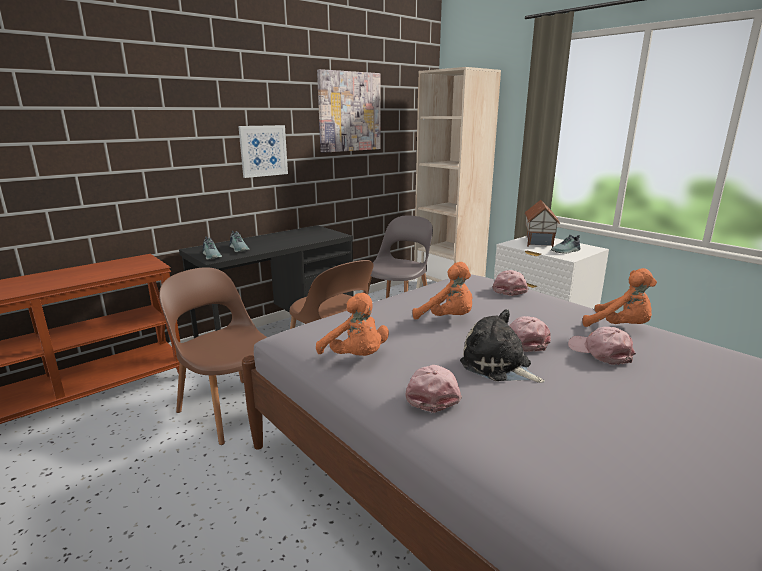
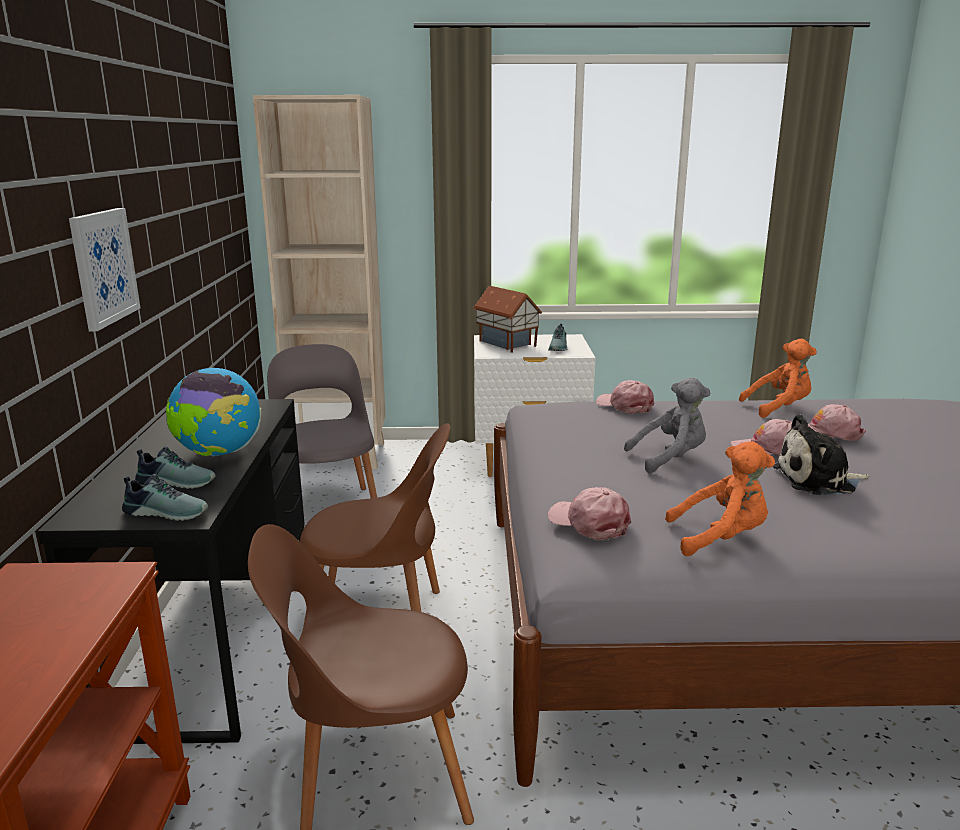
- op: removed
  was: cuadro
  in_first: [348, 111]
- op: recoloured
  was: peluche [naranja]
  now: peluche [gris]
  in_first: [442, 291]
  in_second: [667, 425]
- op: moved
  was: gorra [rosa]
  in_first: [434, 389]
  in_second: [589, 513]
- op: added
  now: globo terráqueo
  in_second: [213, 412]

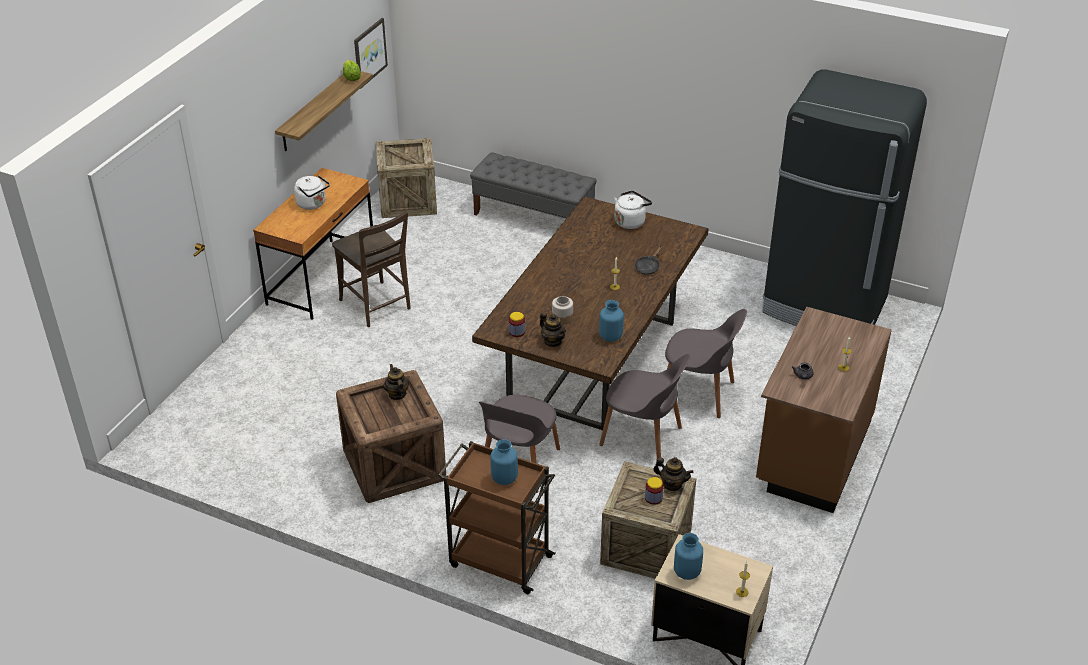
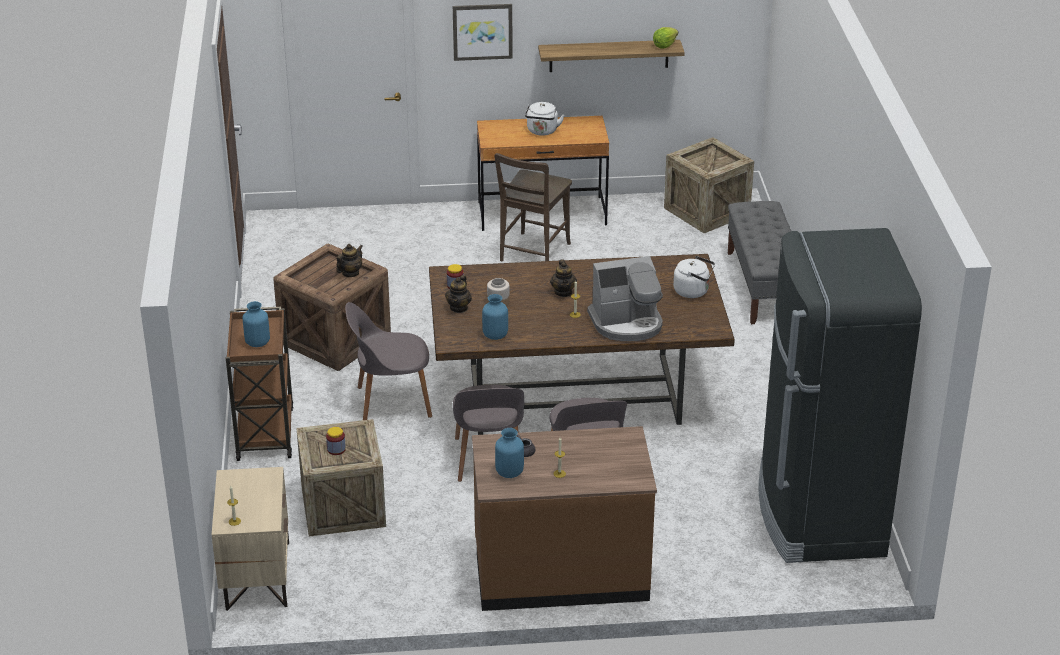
- op: moved
  was: cuadro
  in_first: [371, 53]
  in_second: [483, 32]
- op: replaced
  was: sartén [negro]
  now: cafetera
  in_first: [648, 260]
  in_second: [625, 298]
- op: moved
  was: tetera
  in_first: [673, 474]
  in_second: [563, 278]
- op: moved
  was: florero [azul]
  in_first: [688, 556]
  in_second: [509, 453]

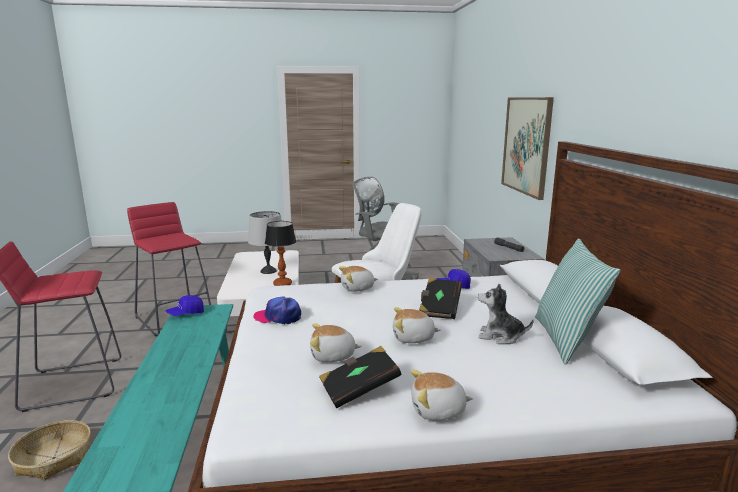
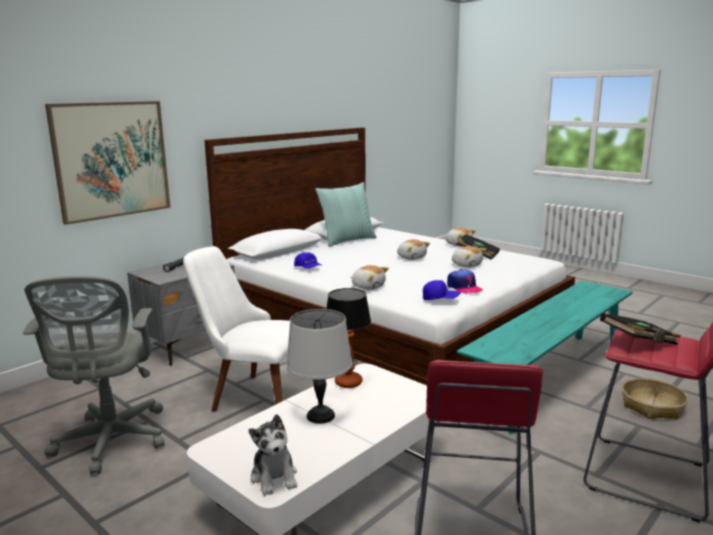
- op: moved
  was: libro [negro]
  in_first: [440, 298]
  in_second: [640, 329]
- op: moved
  was: peluche
  in_first: [506, 314]
  in_second: [273, 455]
- op: moved
  was: gorra [azul]
  in_first: [184, 305]
  in_second: [442, 290]

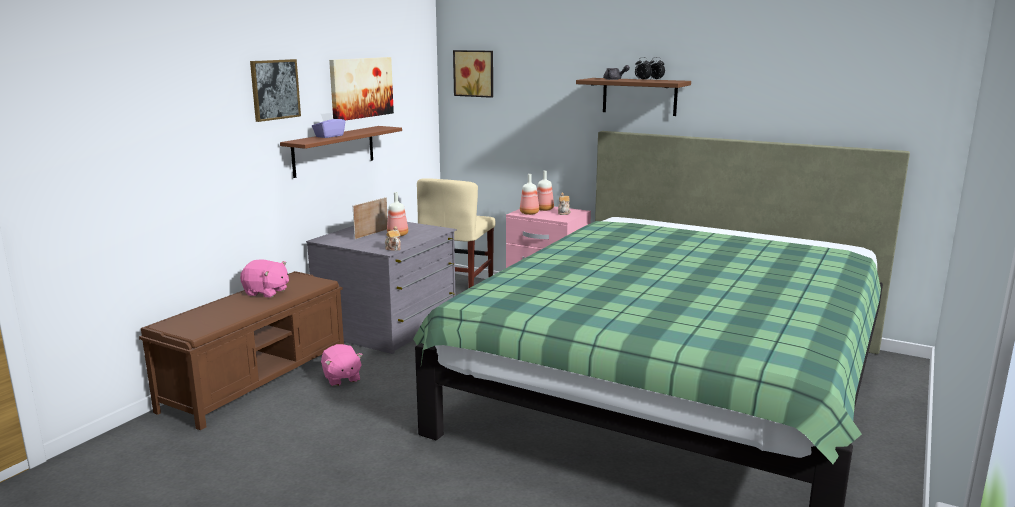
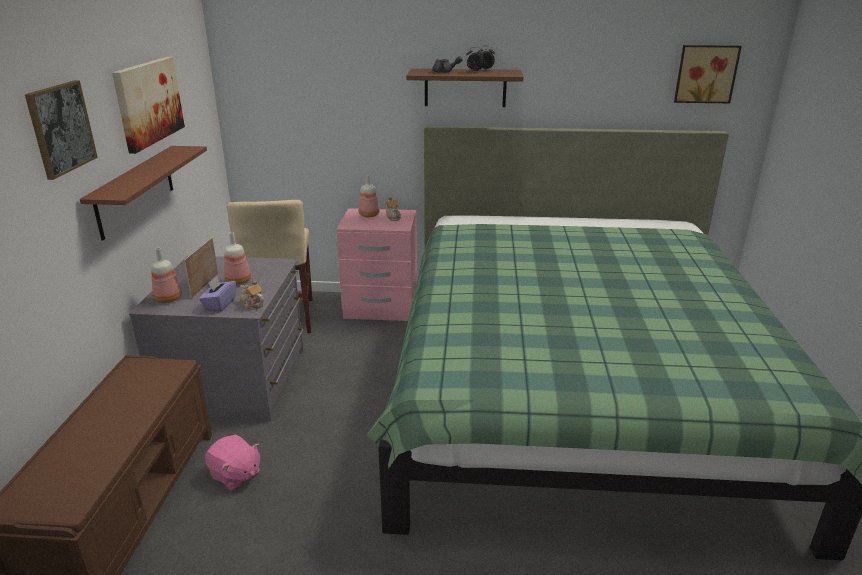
- op: moved
  was: cuadro
  in_first: [473, 74]
  in_second: [708, 74]
- op: moved
  was: caja de pañuelos [morado]
  in_first: [328, 125]
  in_second: [217, 294]
- op: moved
  was: botella
  in_first: [529, 194]
  in_second: [166, 275]
- op: removed
  was: peluche [rosa]
  in_first: [264, 278]

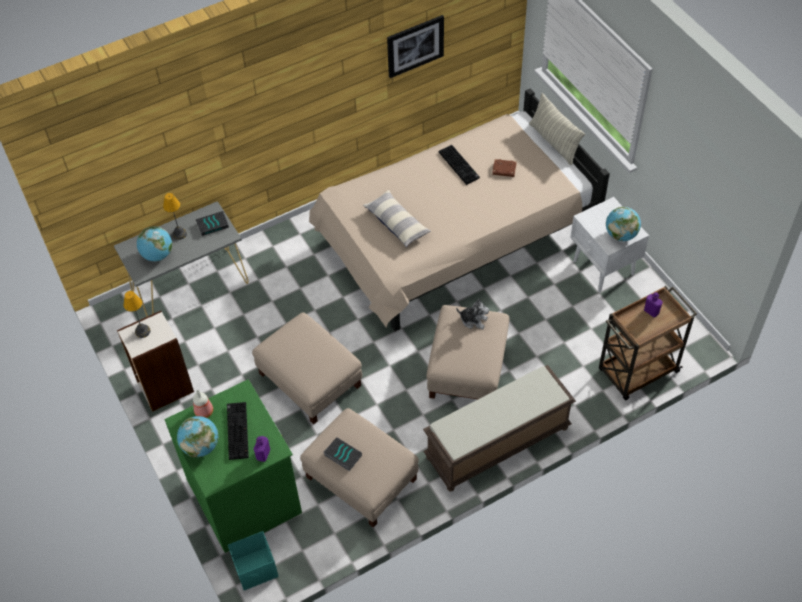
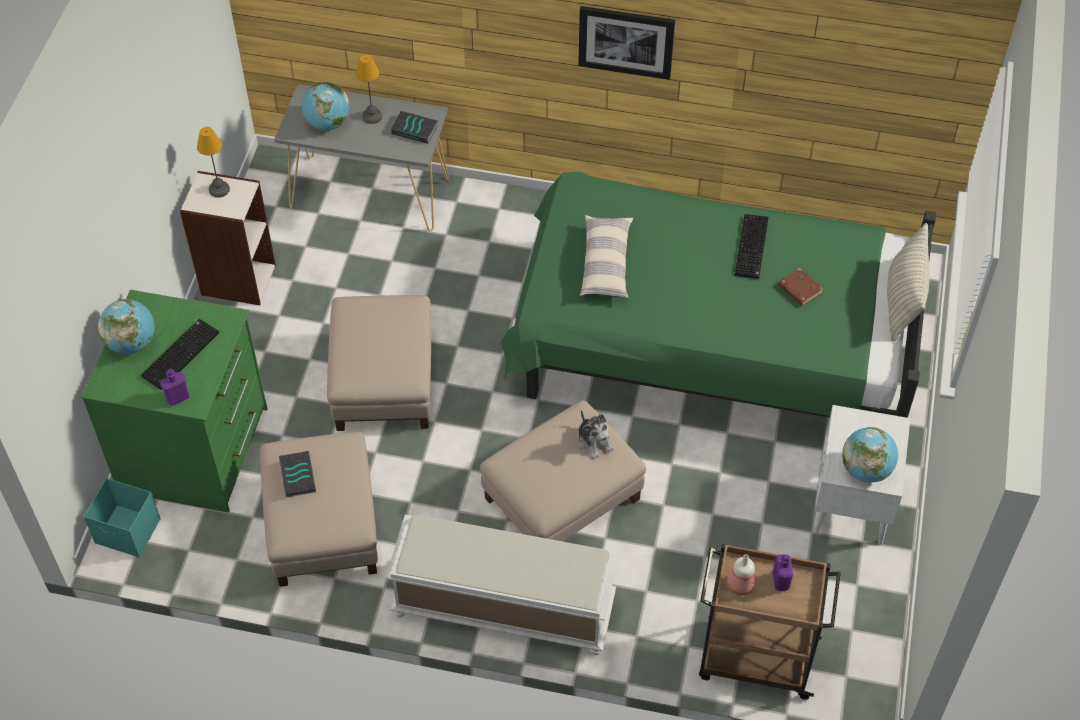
- op: moved
  was: cuadro
  in_first: [415, 46]
  in_second: [626, 43]
- op: recoloured
  was: cama [beis]
  now: cama [verde]
  in_first: [459, 209]
  in_second: [718, 295]
- op: recoloured
  was: banco [marrón]
  now: banco [blanco]
  in_first: [499, 428]
  in_second: [502, 585]
- op: moved
  was: botella
  in_first: [203, 404]
  in_second: [741, 575]

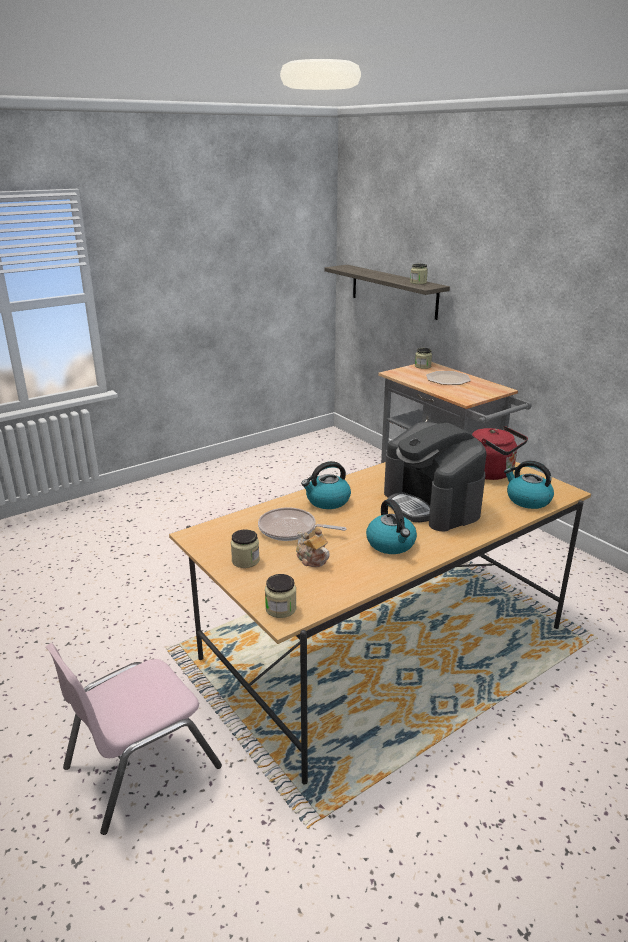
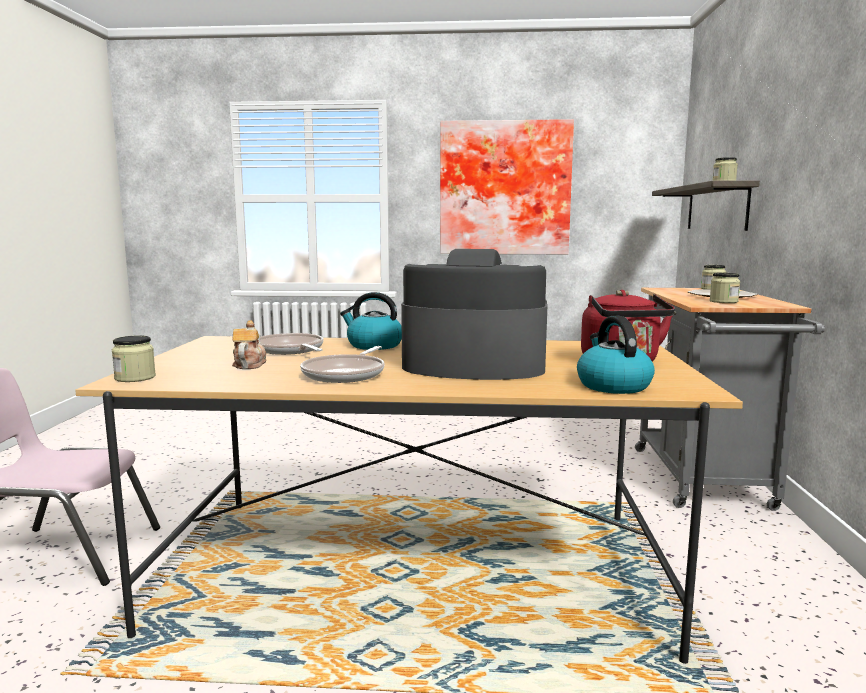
- op: turned
  was: cafetera
  in_first: [435, 476]
  in_second: [474, 314]
  clockwise: 90
- op: replaced
  was: hervidor
  now: sartén
  in_first: [391, 526]
  in_second: [342, 364]
- op: moved
  was: tarro
  in_first: [245, 548]
  in_second: [725, 288]
- op: added
  now: cuadro
  in_second: [507, 186]

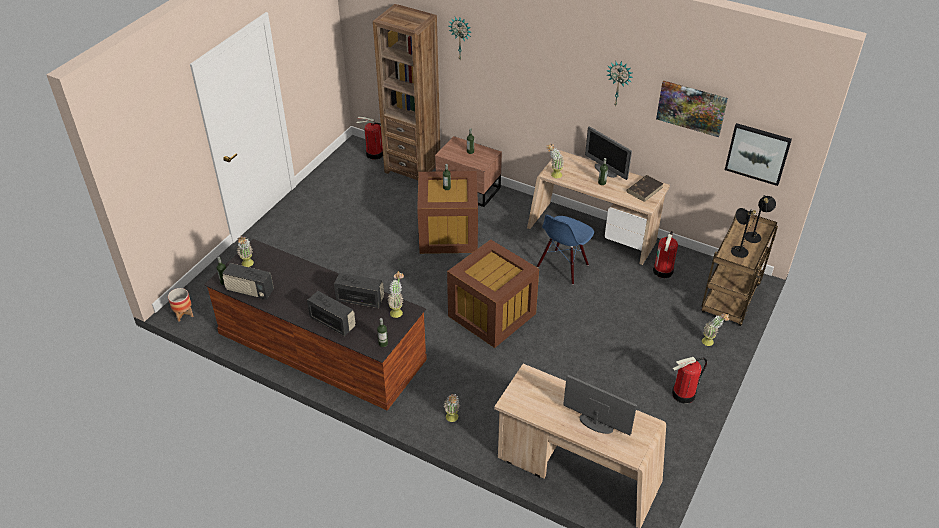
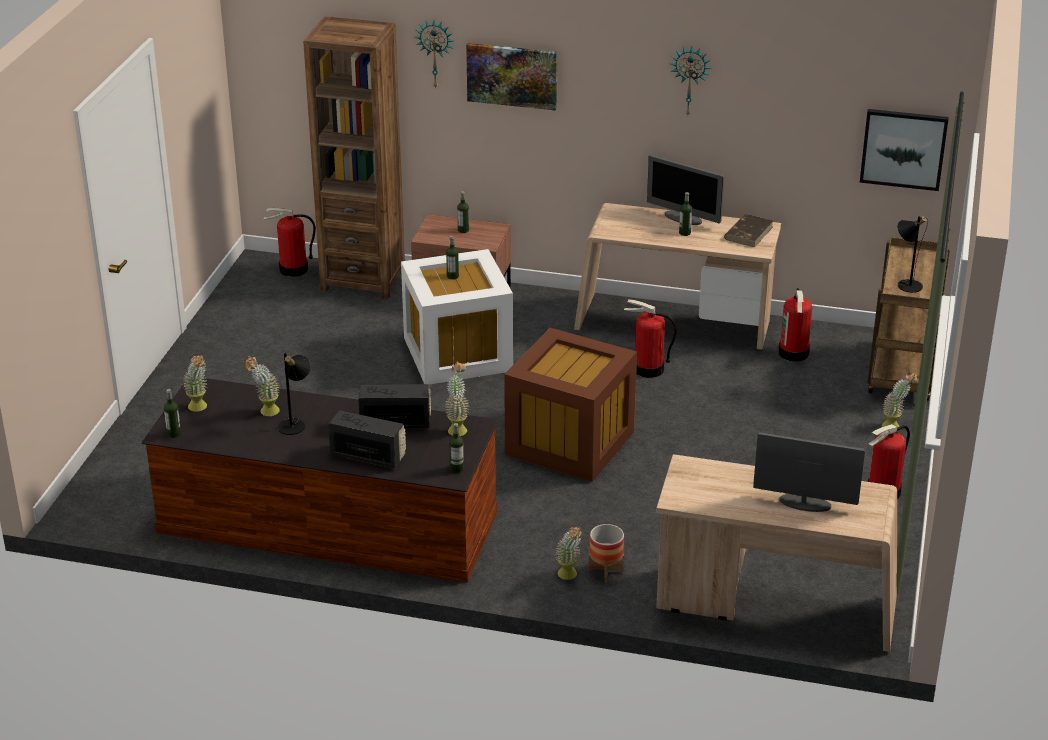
- op: moved
  was: cuadro
  in_first: [692, 109]
  in_second: [511, 77]
- op: moved
  was: planta en maceta
  in_first: [555, 160]
  in_second: [262, 386]
- op: recoloured
  was: caja de almacenaje [marrón]
  now: caja de almacenaje [blanco]
  in_first: [447, 212]
  in_second: [457, 317]
- op: moved
  was: lámpara de mesa [negro]
  in_first: [760, 219]
  in_second: [294, 394]
- op: replaced
  was: silla [azul]
  now: extintor
  in_first: [565, 250]
  in_second: [650, 338]
- op: removed
  was: radio
  in_first: [248, 281]
- op: moved
  was: maceta
  in_first: [180, 305]
  in_second: [606, 553]

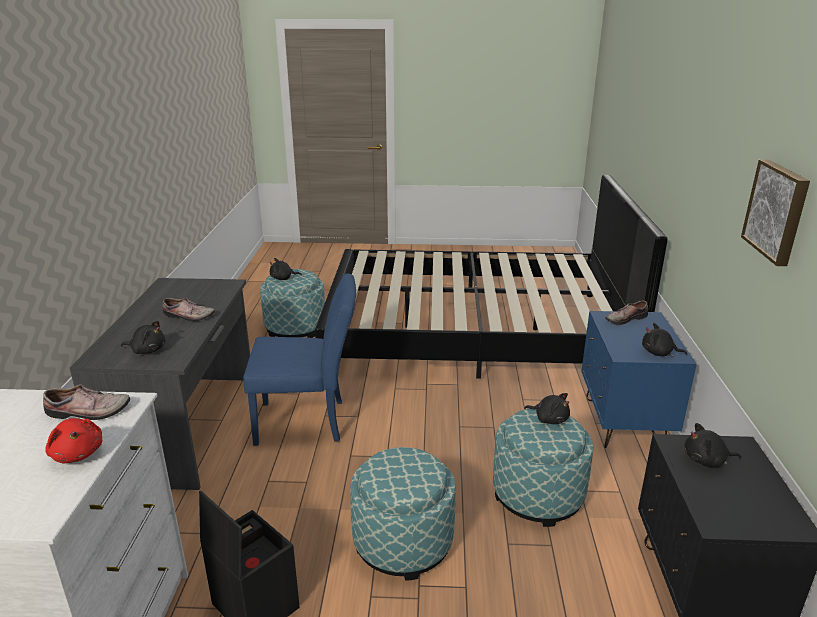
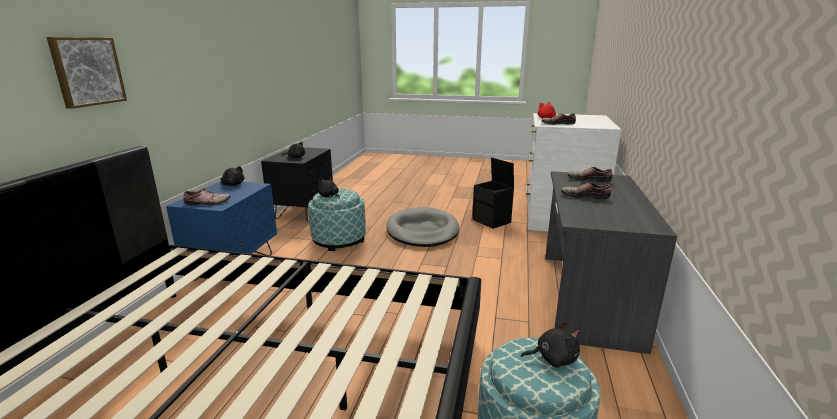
- op: moved
  was: cuadro
  in_first: [775, 212]
  in_second: [86, 73]
- op: removed
  was: silla [azul]
  in_first: [299, 360]
- op: replaced
  was: peluche [negro]
  now: zapato
  in_first: [143, 337]
  in_second: [590, 175]
- op: replaced
  was: puf
  now: cama para perro [gris]
  in_first: [402, 514]
  in_second: [422, 227]

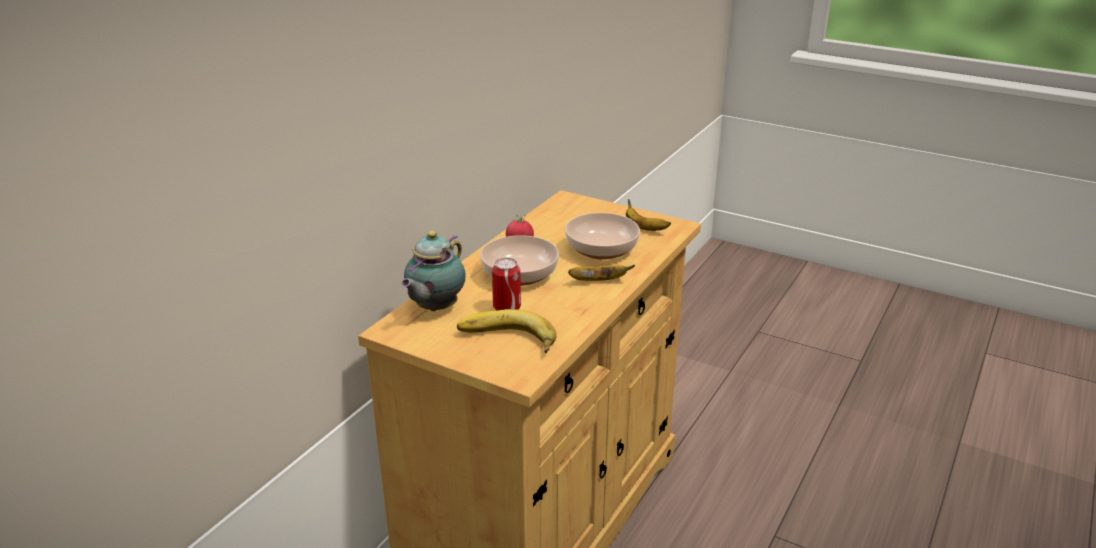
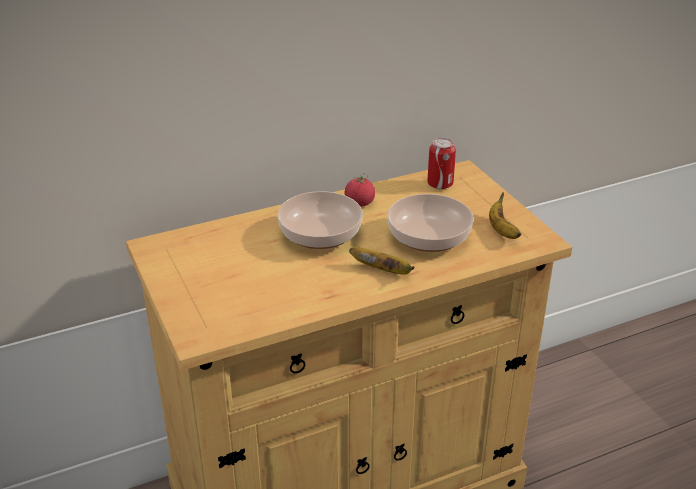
- op: removed
  was: tetera
  in_first: [432, 271]
- op: moved
  was: lata
  in_first: [506, 284]
  in_second: [441, 163]
- op: removed
  was: plátano
  in_first: [507, 331]

